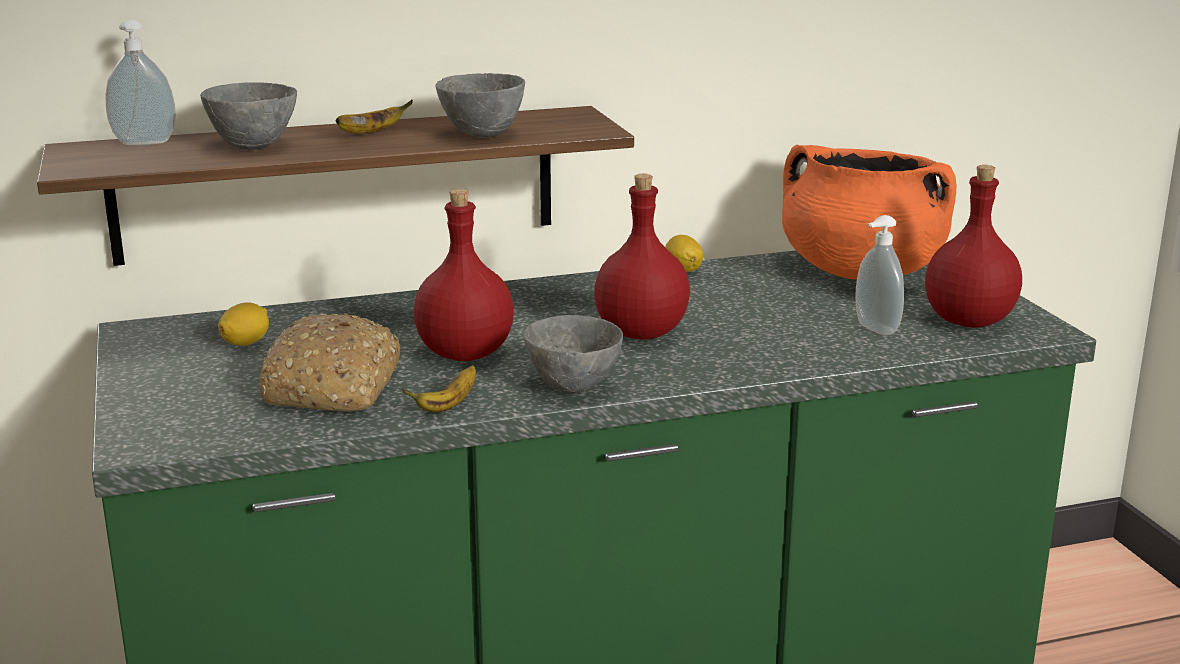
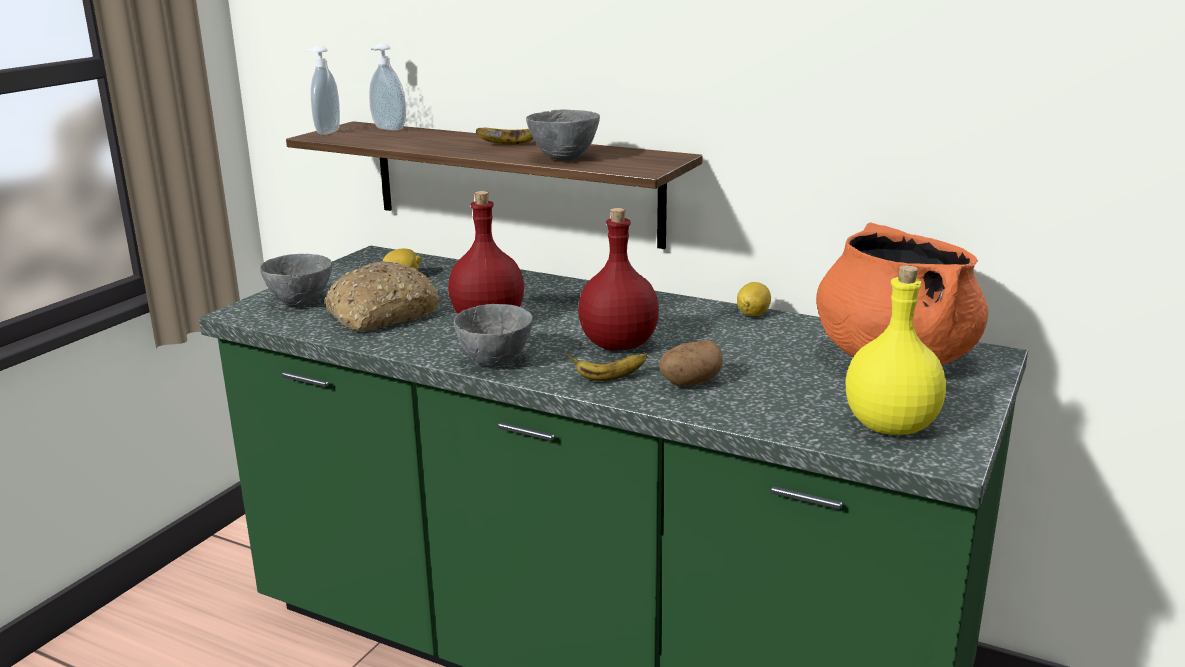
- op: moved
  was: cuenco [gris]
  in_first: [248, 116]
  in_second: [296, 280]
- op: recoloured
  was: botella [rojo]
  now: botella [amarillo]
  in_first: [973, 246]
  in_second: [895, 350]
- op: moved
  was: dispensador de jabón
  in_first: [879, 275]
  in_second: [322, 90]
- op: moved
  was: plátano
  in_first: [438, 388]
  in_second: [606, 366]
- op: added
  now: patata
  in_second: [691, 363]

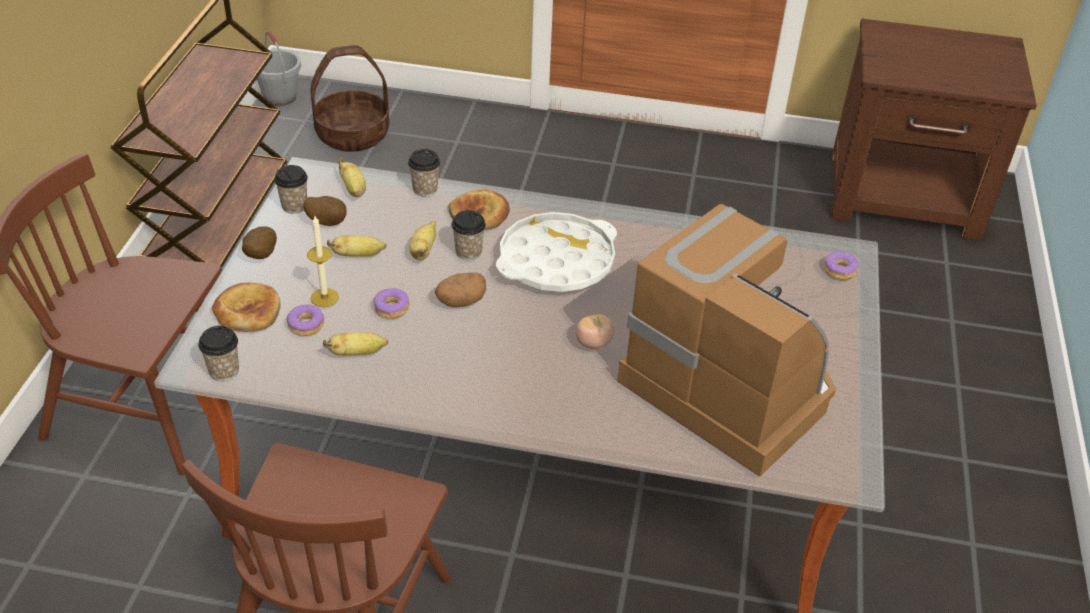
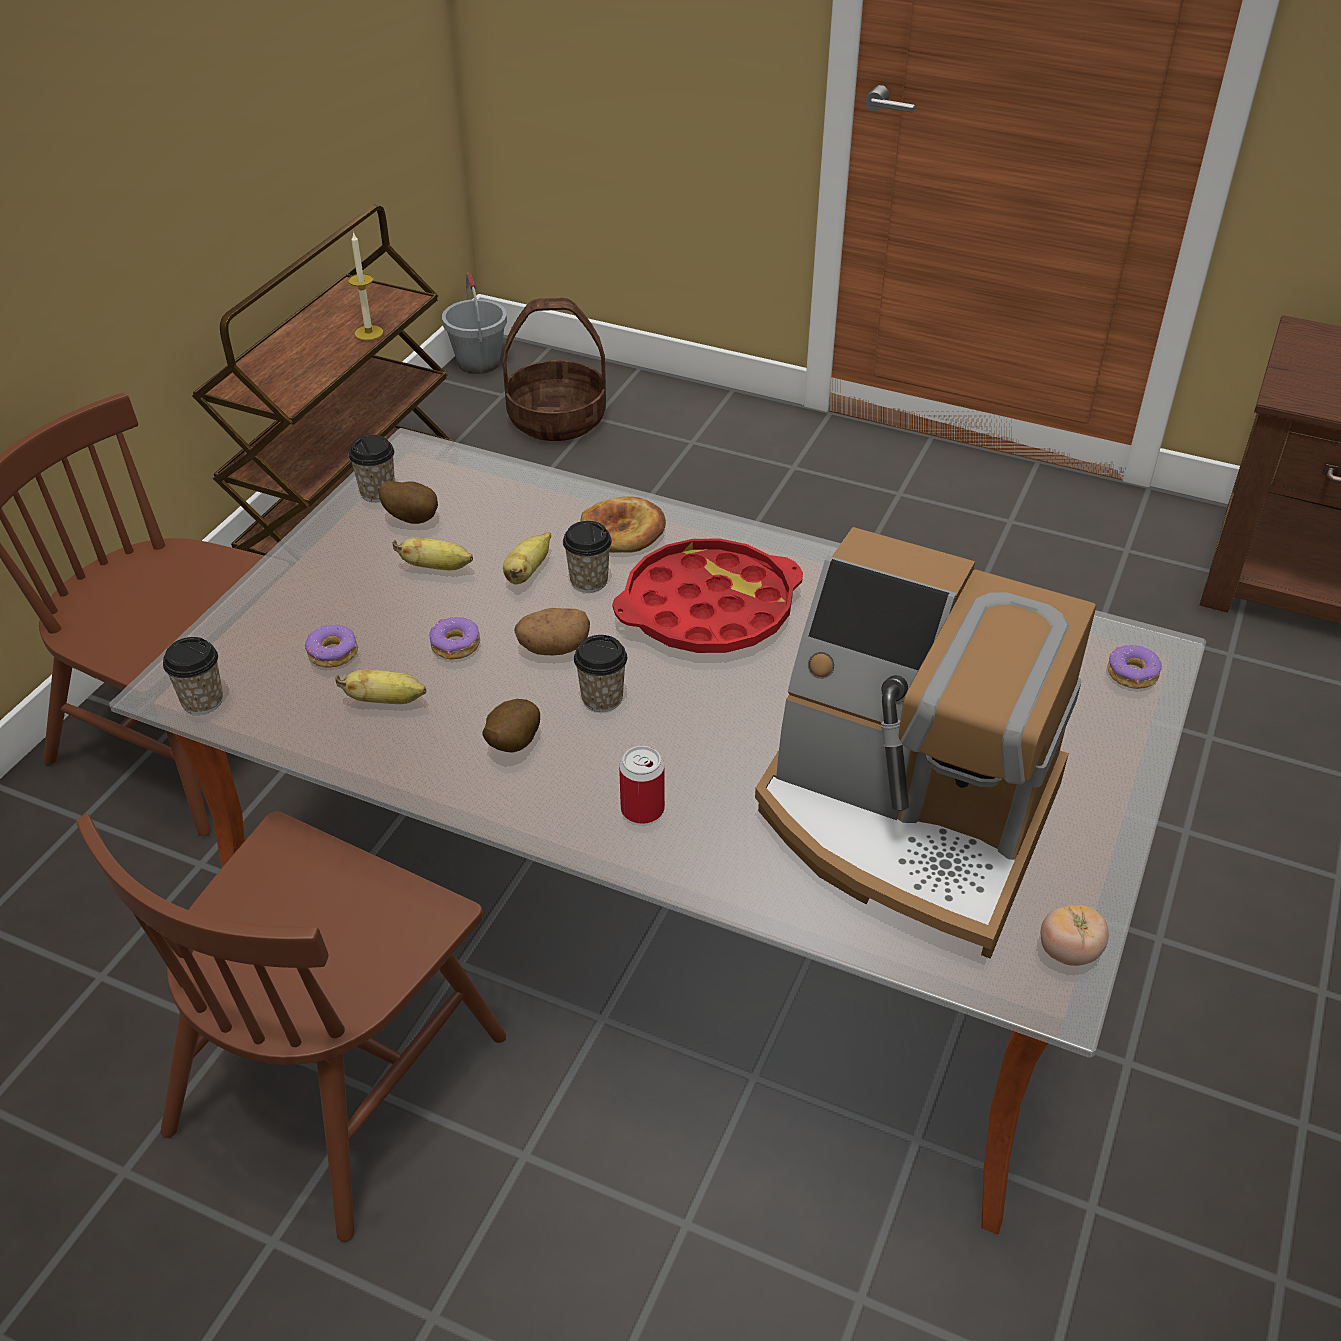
- op: moved
  was: taza
  in_first: [424, 173]
  in_second: [600, 673]
- op: removed
  was: plátano
  in_first: [352, 177]
- op: turned
  was: cafetera
  in_first: [726, 340]
  in_second: [925, 743]
  clockwise: 150
- op: recoloured
  was: bandeja [blanco]
  now: bandeja [rojo]
  in_first: [556, 252]
  in_second: [707, 596]
- op: moved
  was: vela
  in_first: [323, 261]
  in_second: [365, 286]
- op: moved
  was: patata
  in_first: [259, 242]
  in_second: [511, 726]
- op: removed
  was: pan
  in_first: [246, 307]
- op: moved
  was: tomate
  in_first: [595, 331]
  in_second: [1075, 935]
- op: added
  now: lata
  in_second: [642, 785]

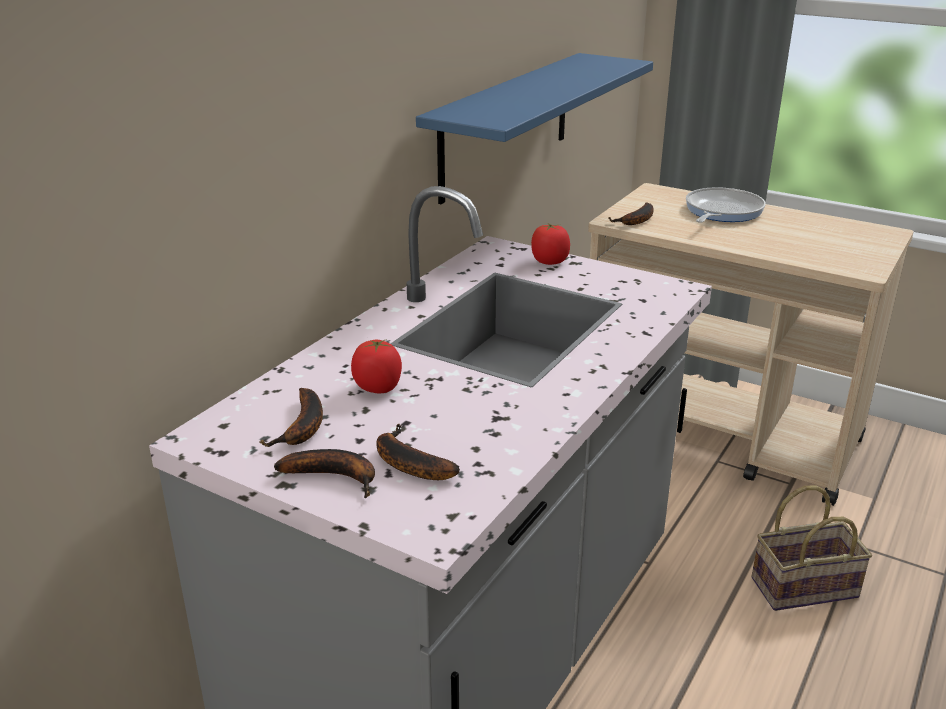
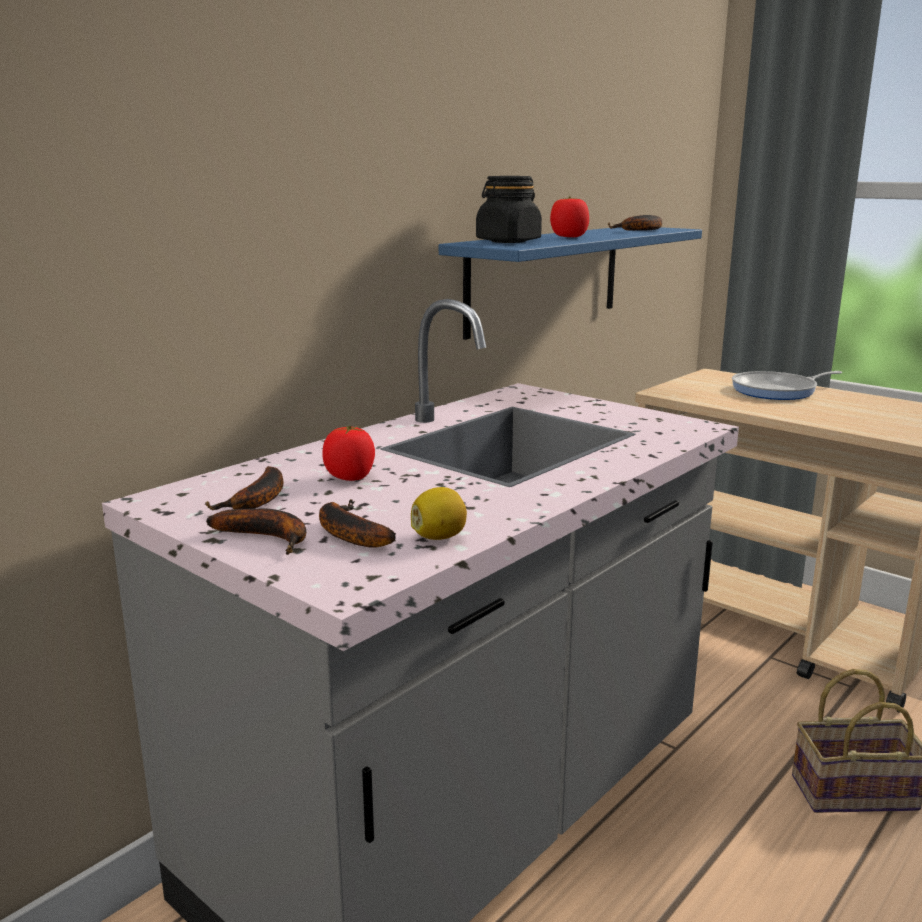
- op: turned
  was: sartén
  in_first: [726, 205]
  in_second: [787, 385]
  clockwise: -150
- op: moved
  was: plátano
  in_first: [631, 213]
  in_second: [635, 223]
- op: moved
  was: tomate
  in_first: [550, 244]
  in_second: [569, 216]
- op: added
  now: tarro [negro]
  in_second: [509, 209]
- op: added
  now: limón
  in_second: [439, 513]

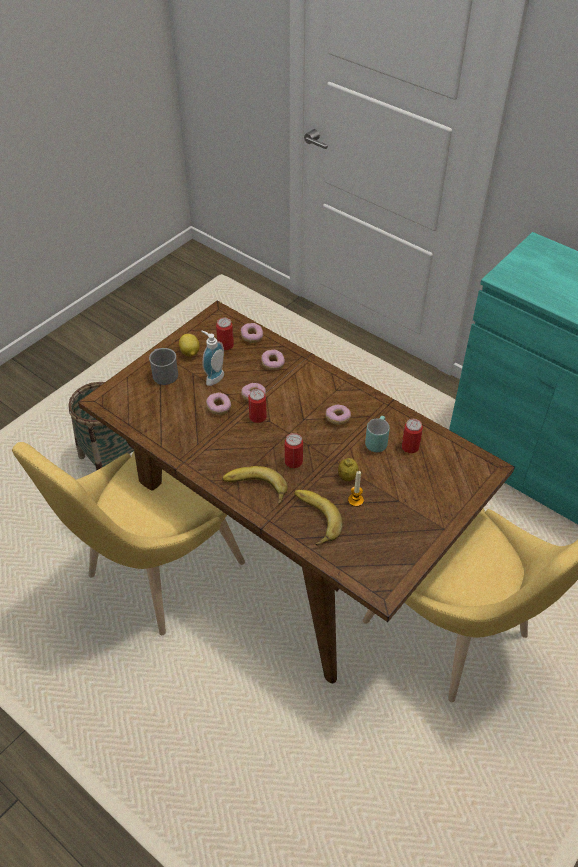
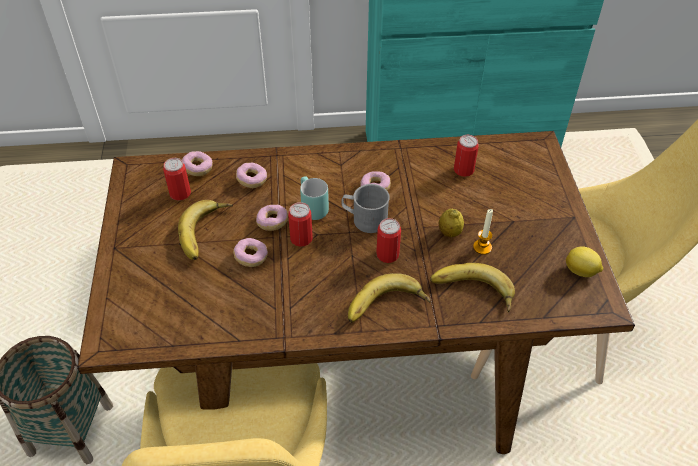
- op: replaced
  was: dispensador de jabón
  now: plátano
  in_first: [212, 358]
  in_second: [205, 230]
- op: moved
  was: limón
  in_first: [189, 345]
  in_second: [584, 261]
- op: moved
  was: taza grande [gris]
  in_first: [163, 366]
  in_second: [366, 208]
- op: moved
  was: taza grande [turquesa]
  in_first: [377, 434]
  in_second: [314, 198]

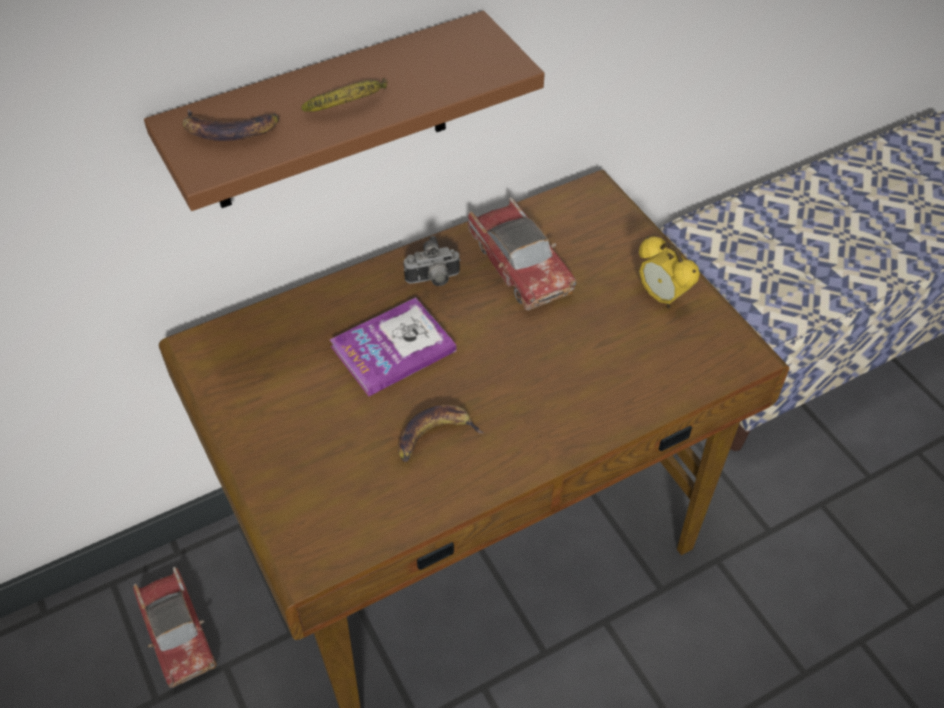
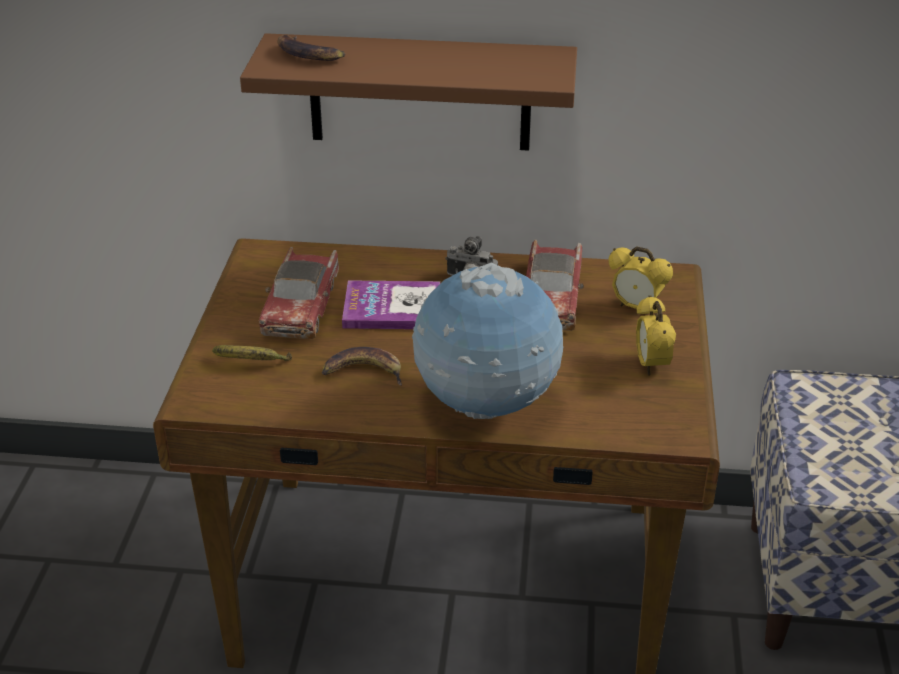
- op: moved
  was: plátano
  in_first: [344, 95]
  in_second: [252, 353]
- op: moved
  was: coche de juguete
  in_first: [175, 627]
  in_second: [299, 293]
- op: added
  now: despertador
  in_second: [640, 281]
- op: added
  now: globo terráqueo
  in_second: [487, 340]

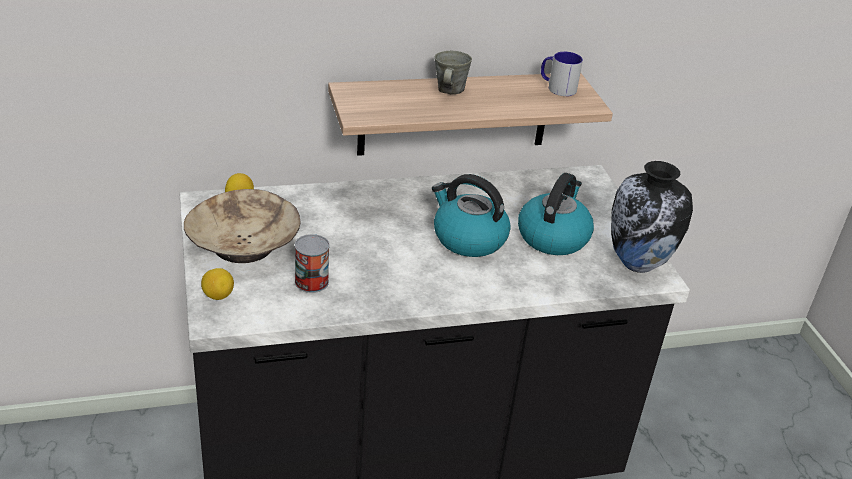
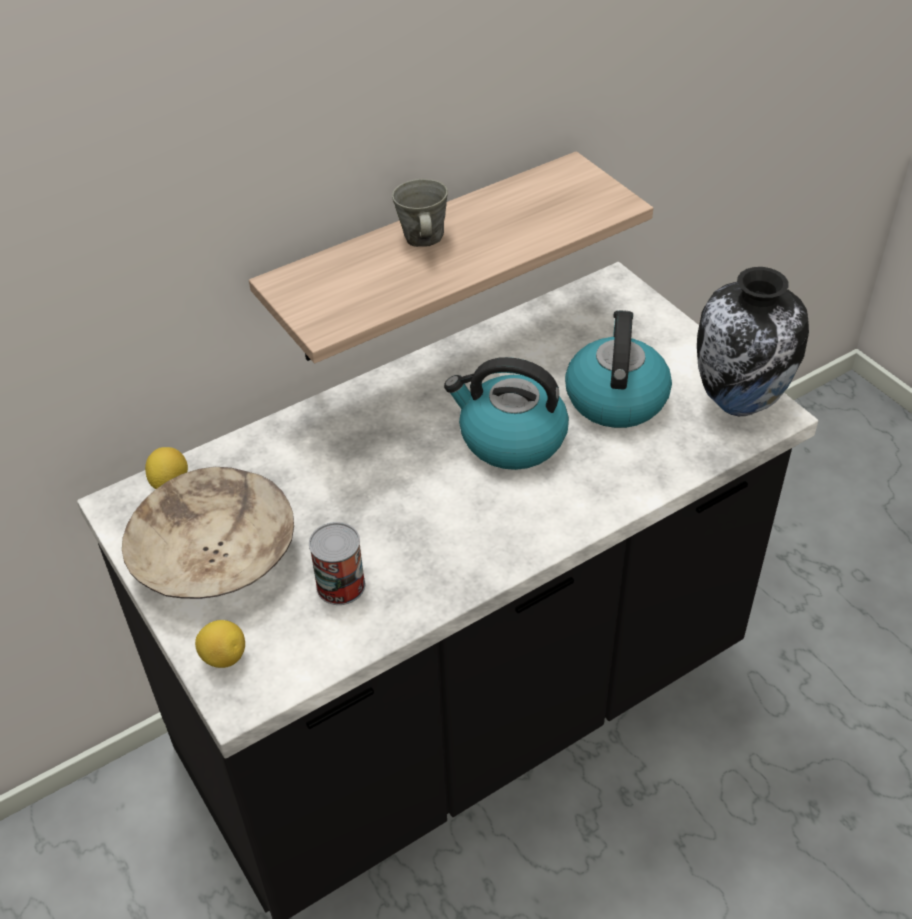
- op: removed
  was: taza grande
  in_first: [562, 74]

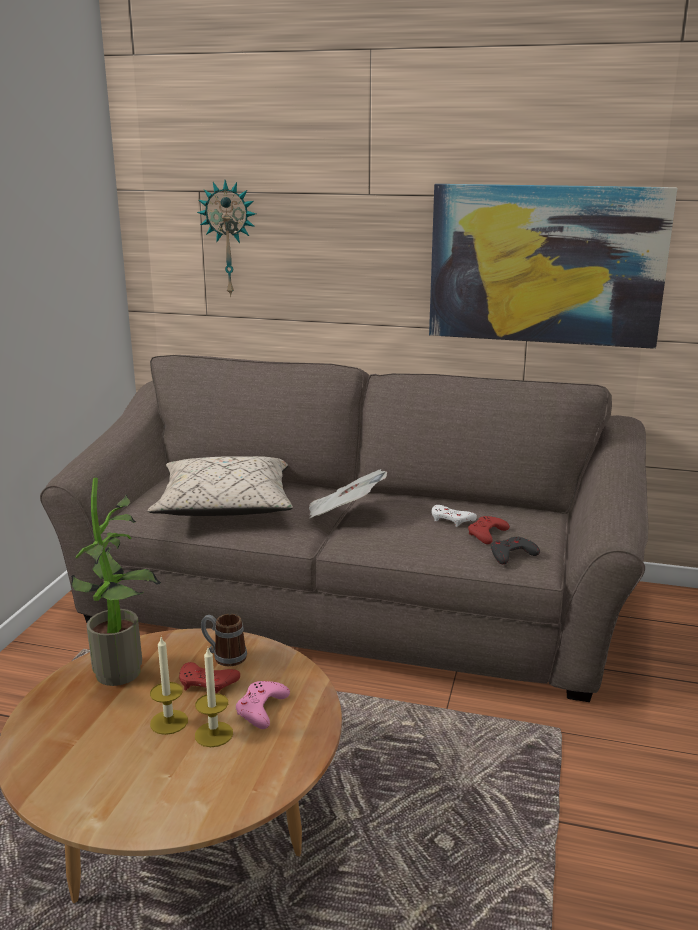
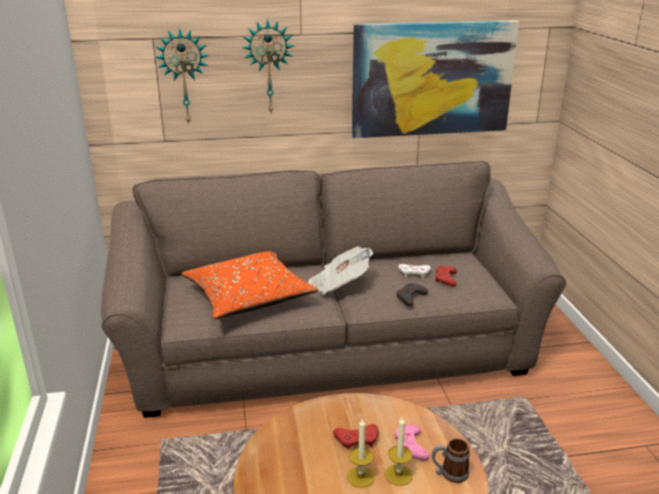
- op: recoloured
  was: cojín [beis]
  now: cojín [naranja]
  in_first: [220, 486]
  in_second: [250, 285]
- op: removed
  was: planta en maceta
  in_first: [116, 581]
- op: moved
  was: mando de consola [gris]
  in_first: [515, 550]
  in_second: [412, 294]
- op: moved
  was: taza grande
  in_first: [224, 640]
  in_second: [451, 460]
- op: added
  now: reloj de pared
  in_second: [268, 66]

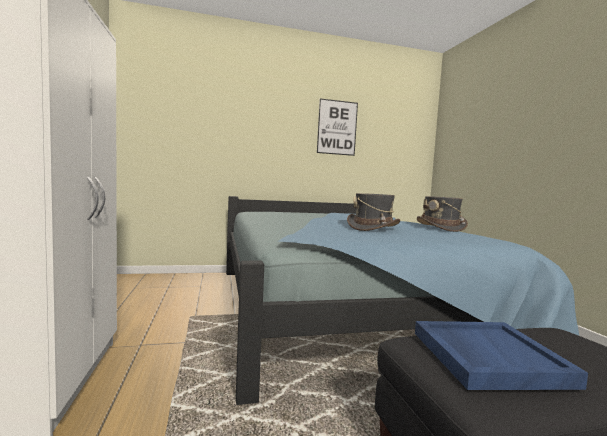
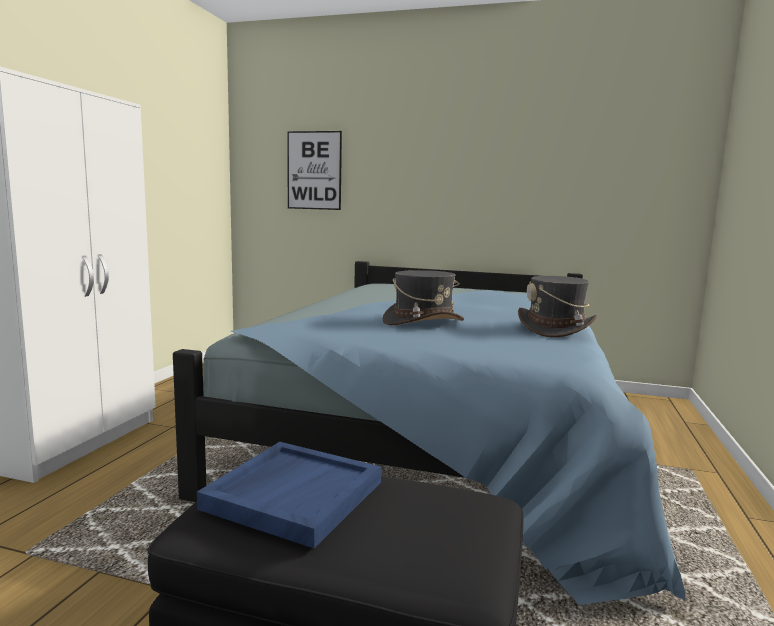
- op: moved
  was: cuadro
  in_first: [337, 127]
  in_second: [314, 170]

